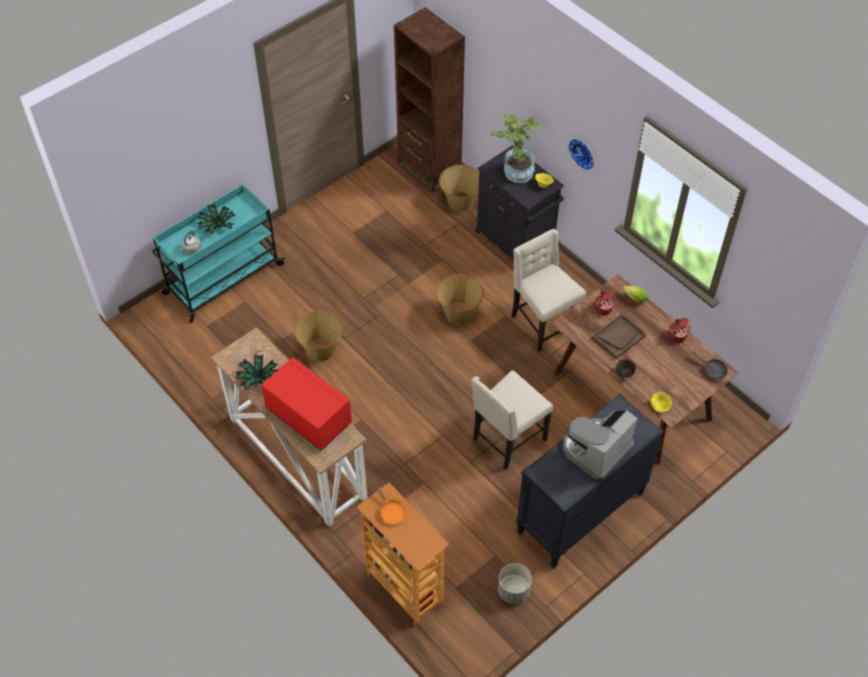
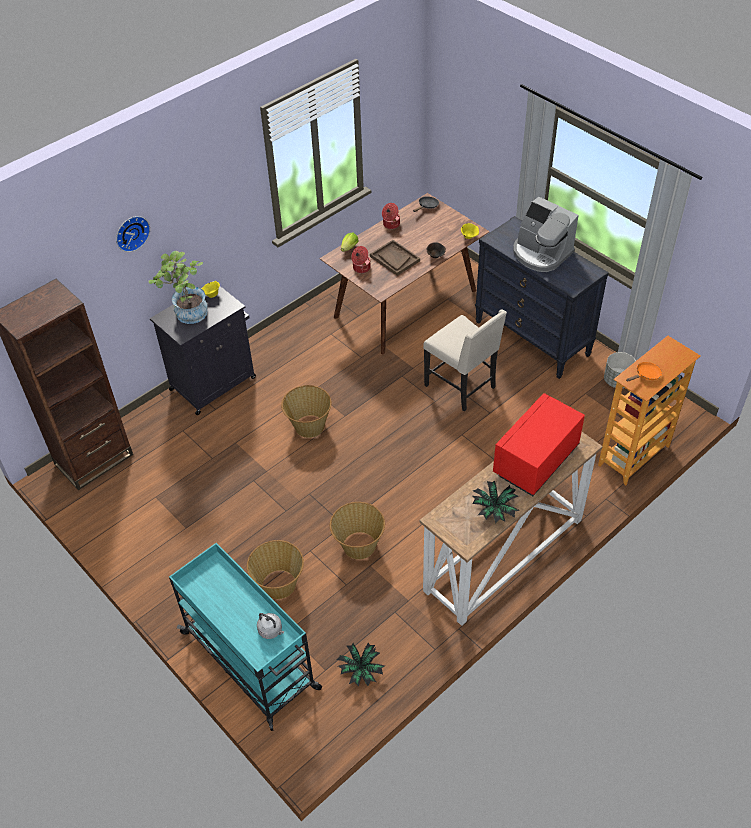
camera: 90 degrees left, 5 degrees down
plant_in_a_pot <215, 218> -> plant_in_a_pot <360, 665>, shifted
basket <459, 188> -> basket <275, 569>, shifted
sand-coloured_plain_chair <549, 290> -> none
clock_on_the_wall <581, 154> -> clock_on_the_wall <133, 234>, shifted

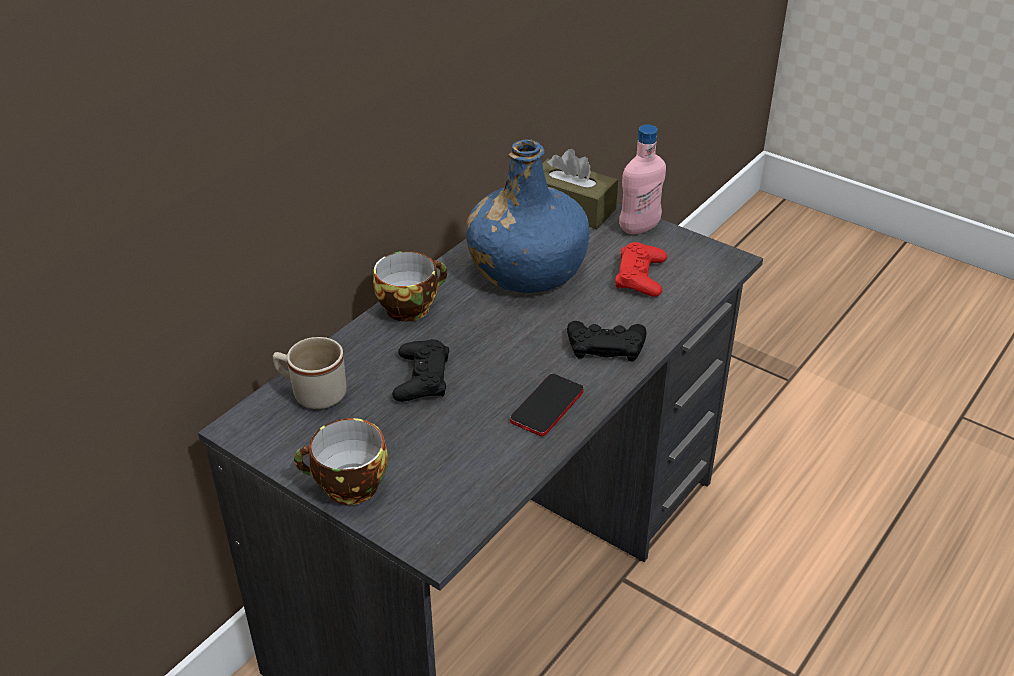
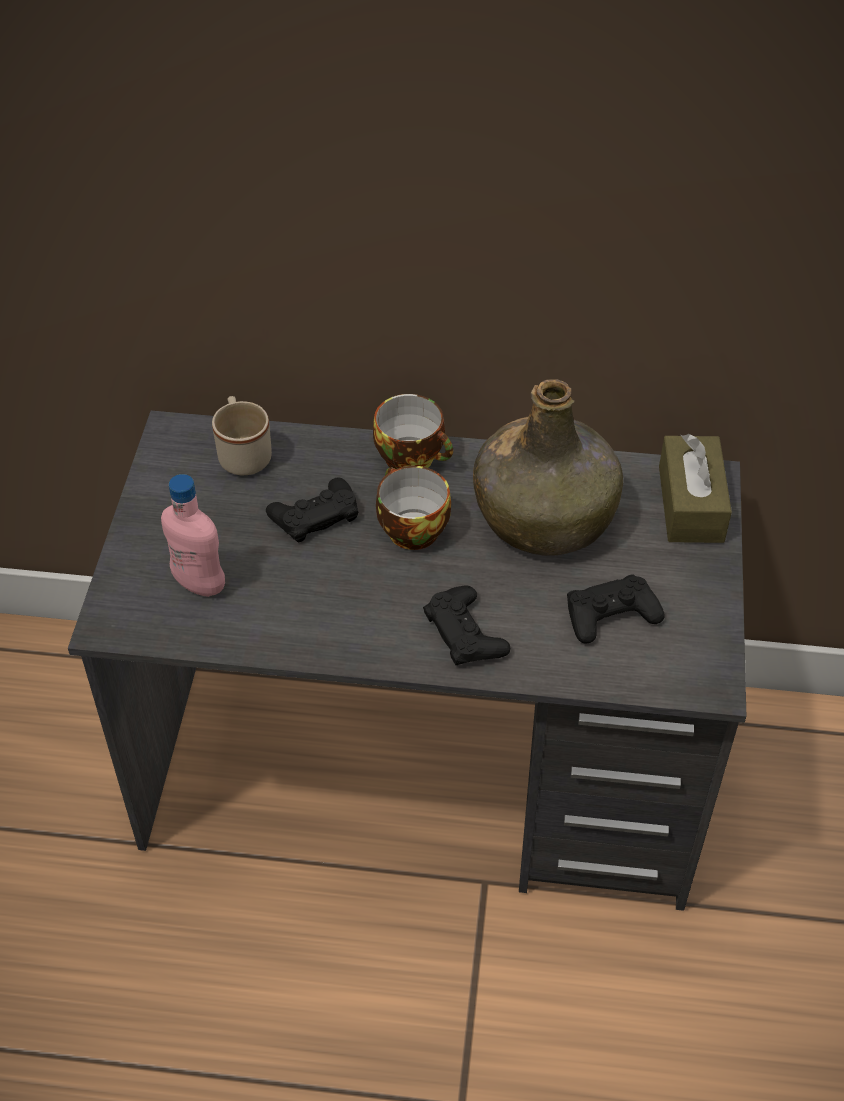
camera: 60 degrees right, 10 degrees up
drinking_cup <341, 461> -> drinking_cup <413, 508>, shifted
blue_drink_bottle <527, 216> -> greenish_drink_bottle <548, 467>
telephone <547, 405> -> none
red_game_controller <641, 269> -> black-coloured_game_controller <616, 609>
pinkish_drink_bottle <642, 179> -> pinkish_drink_bottle <193, 535>, shifted

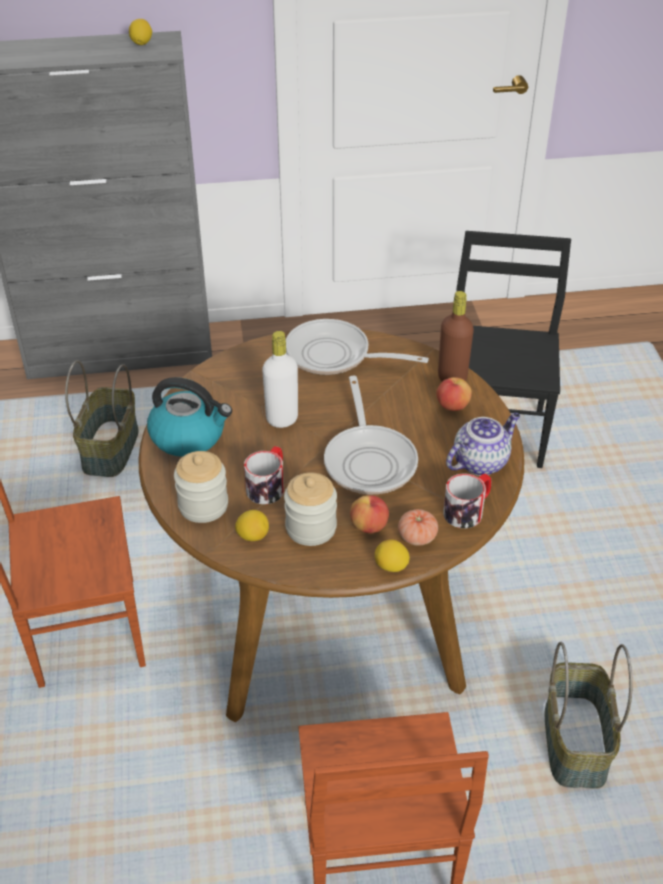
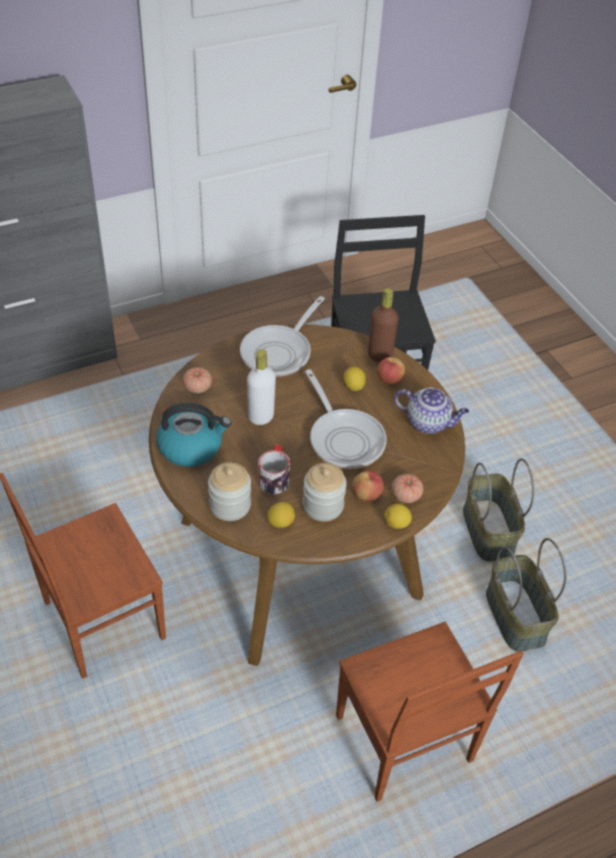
camera: 20 degrees left, 5 degrees up
basket <102, 418> -> basket <498, 510>, shifted
whole_lemon <140, 32> -> whole_lemon <354, 379>, shifted
skillet <357, 347> -> skillet <282, 336>, 60 degrees counterclockwise
coffee_mug <467, 500> -> none
pot_for_tea <483, 444> -> pot_for_tea <431, 410>, 75 degrees clockwise
none -> whole_tomato <197, 380>

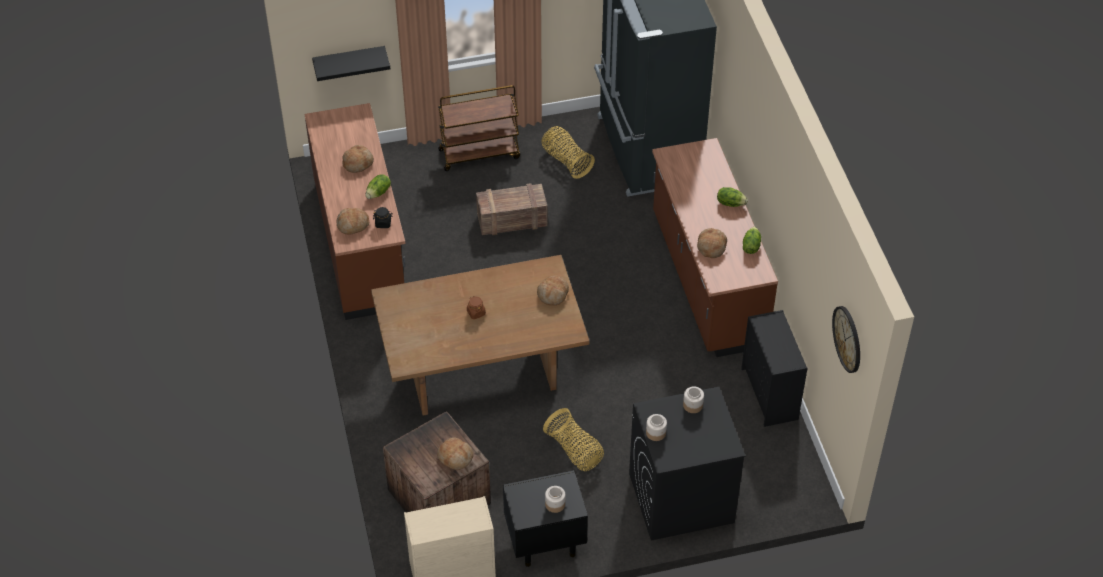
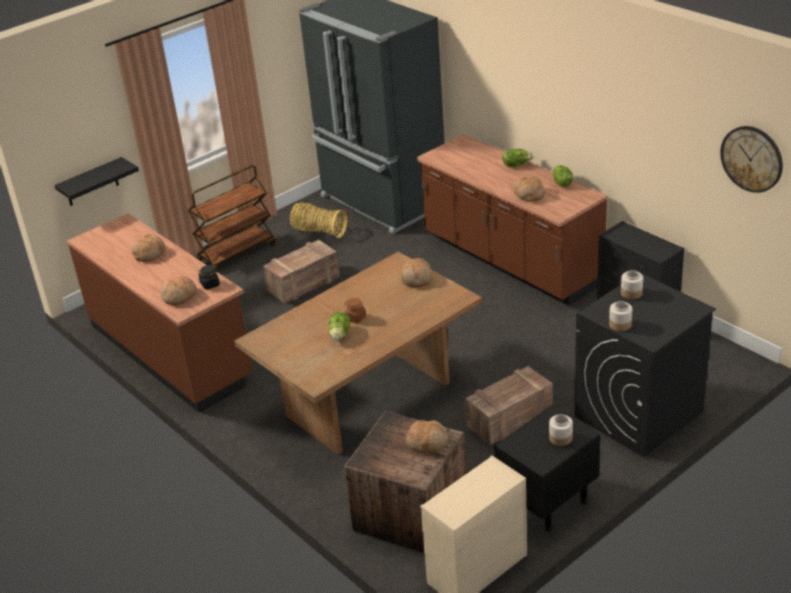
camera: 25 degrees left, 15 degrees down
lettuce <378, 186> -> lettuce <339, 326>, shifted
basket <573, 439> -> crate <509, 406>

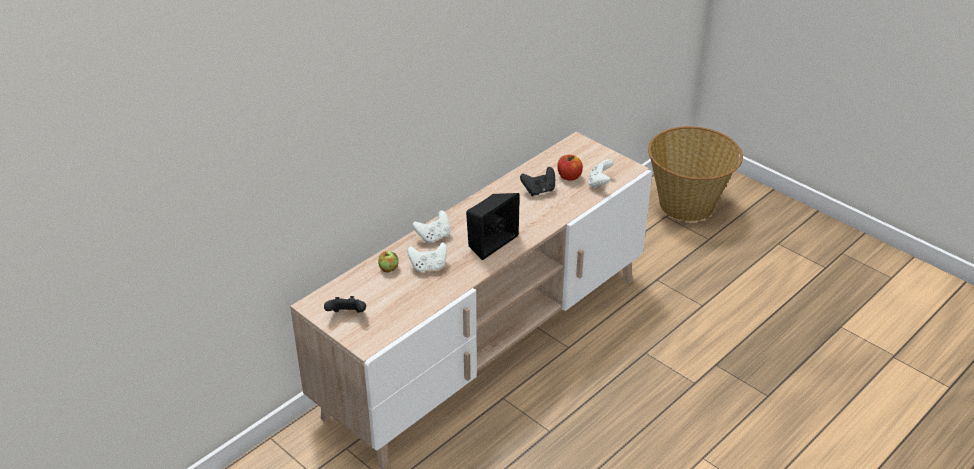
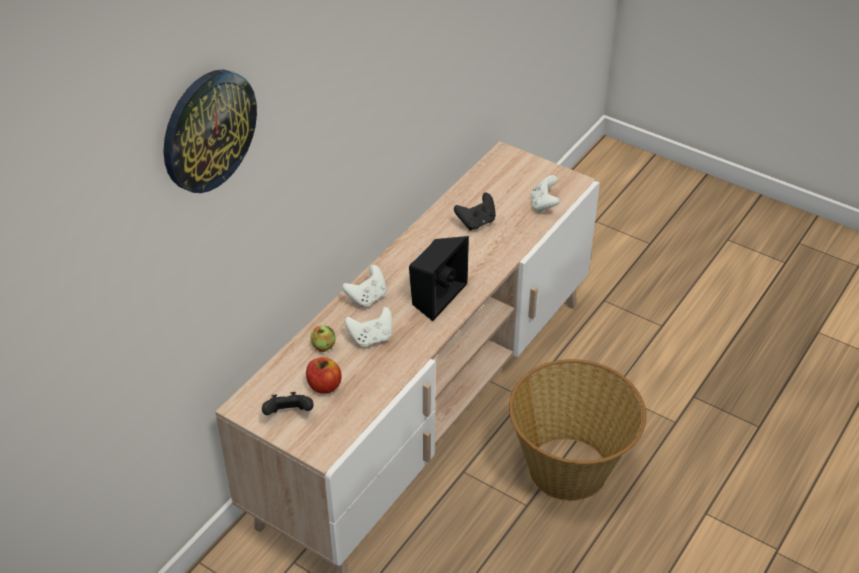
camera: 10 degrees left, 5 degrees up
apple <570, 168> -> apple <323, 375>, shifted
basket <695, 173> -> basket <577, 430>, shifted
none -> clock_on_the_wall <210, 131>

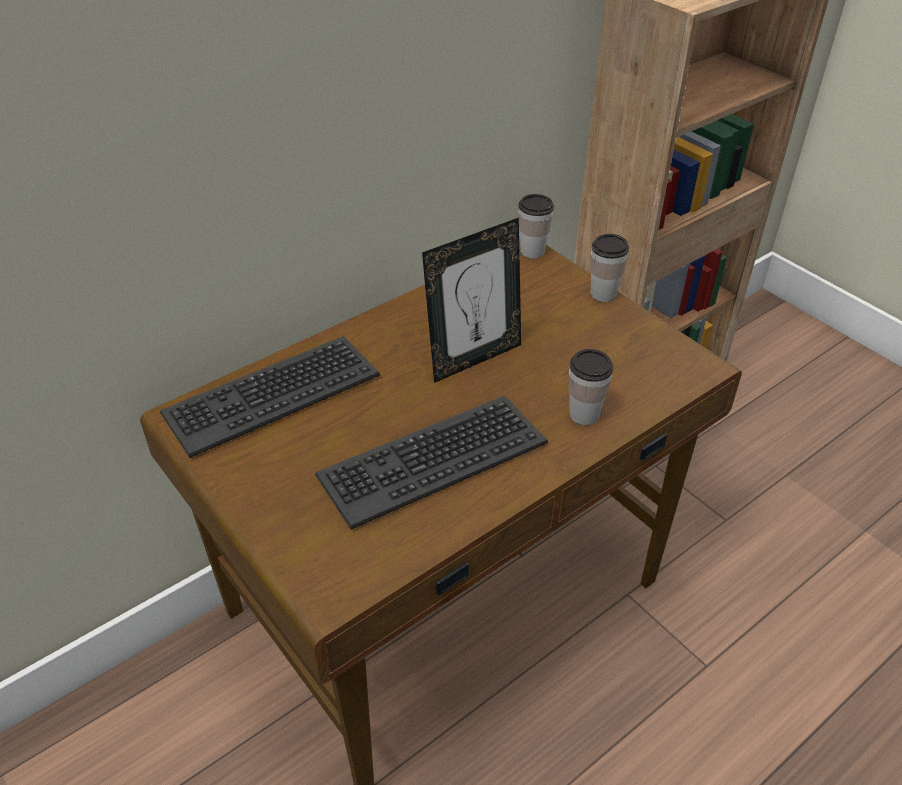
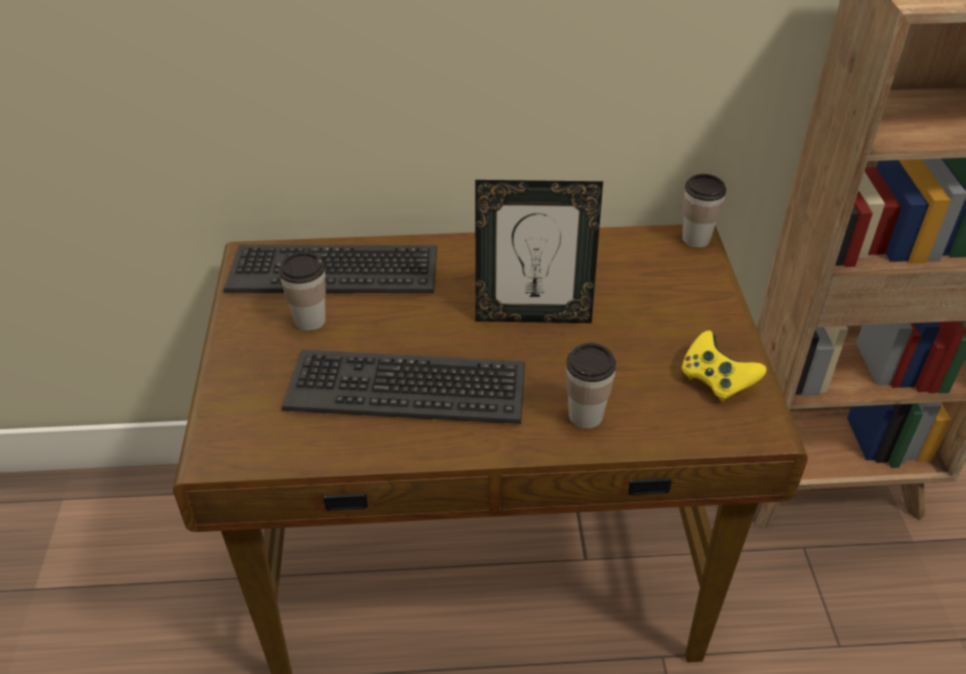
camera: 35 degrees right, 0 degrees up
drinking_cup <609, 268> -> drinking_cup <302, 291>, shifted
none -> yellow-coloured_game_controller <724, 366>

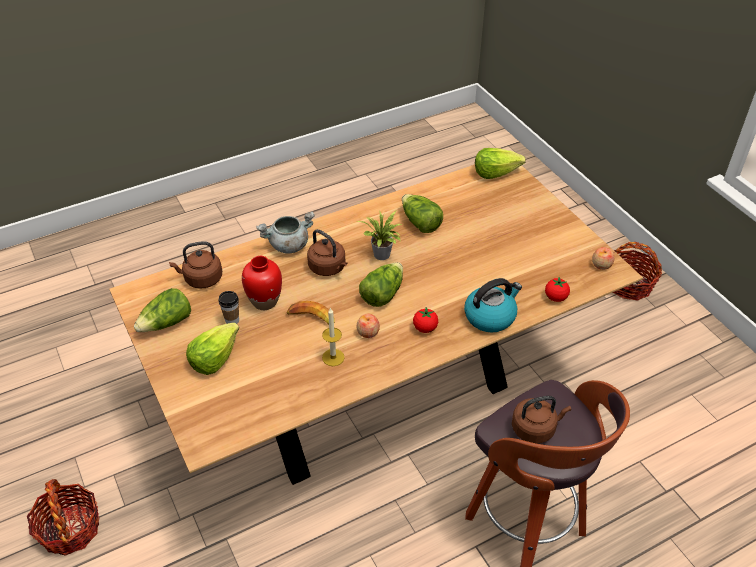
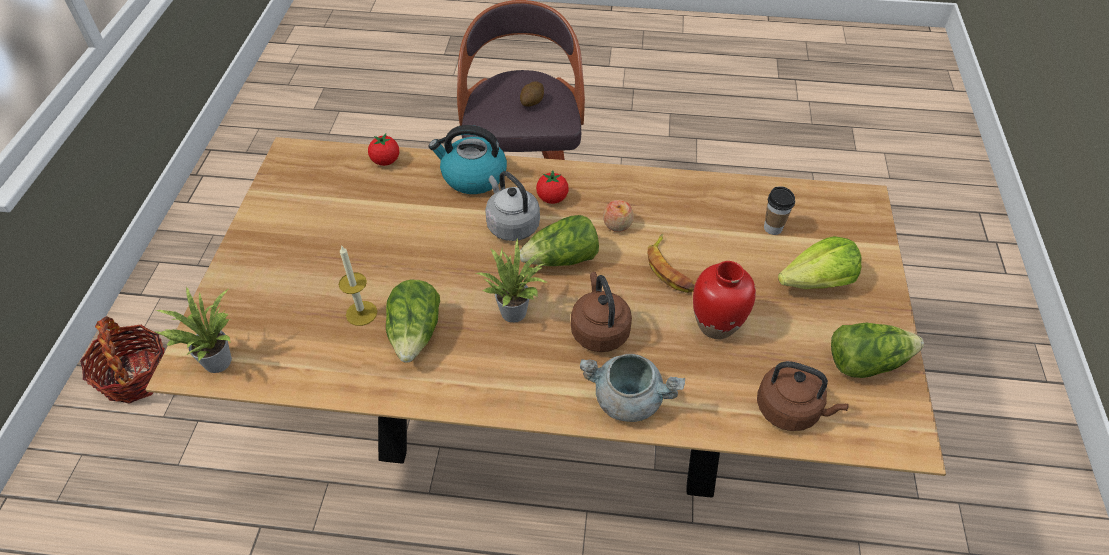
camera: 145 degrees left, 5 degrees up
basket <63, 517> -> none
drinking_cup <228, 307> -> drinking_cup <779, 210>, shifted
candle <333, 336> -> candle <358, 285>, shifted
lettuce <500, 163> -> plant_in_a_pot <193, 330>
brownish_kettle <541, 420> -> spud <532, 94>
apple <603, 258> -> none
none -> grey_kettle <512, 206>

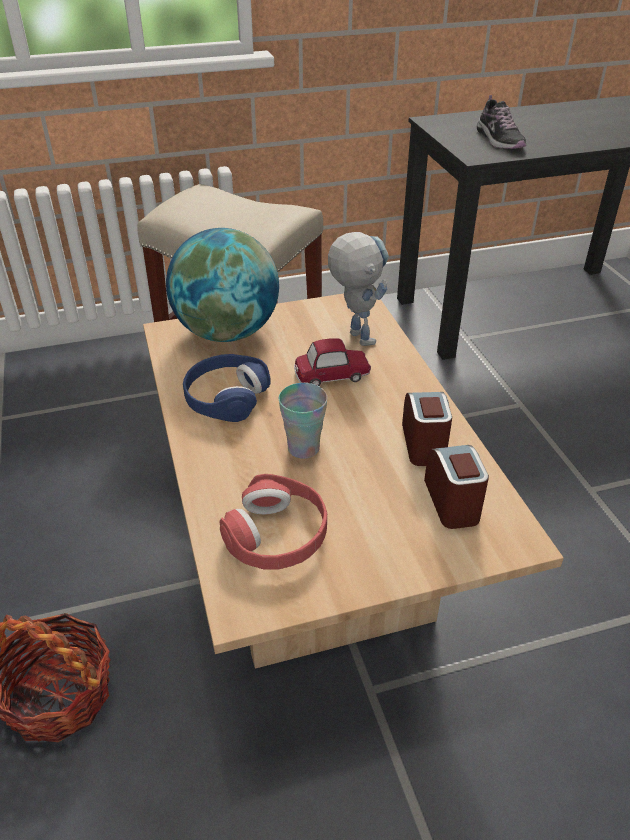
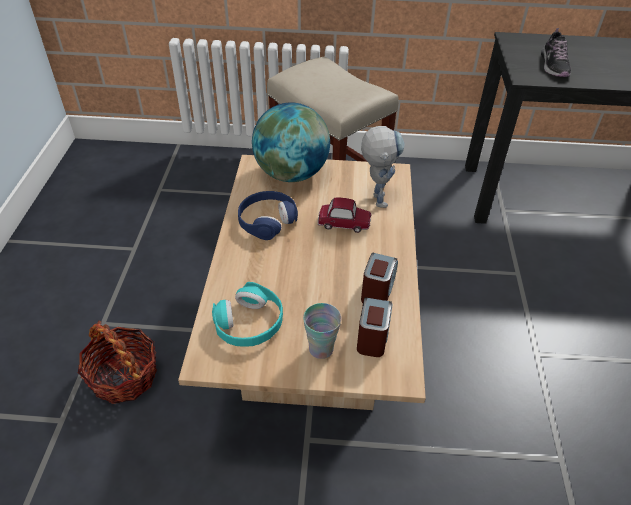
camera: 20 degrees right, 5 degrees up
red_headphones <273, 522> -> turquoise-coloured_headphones <247, 314>
drinking_cup <303, 421> -> drinking_cup <322, 331>, shifted

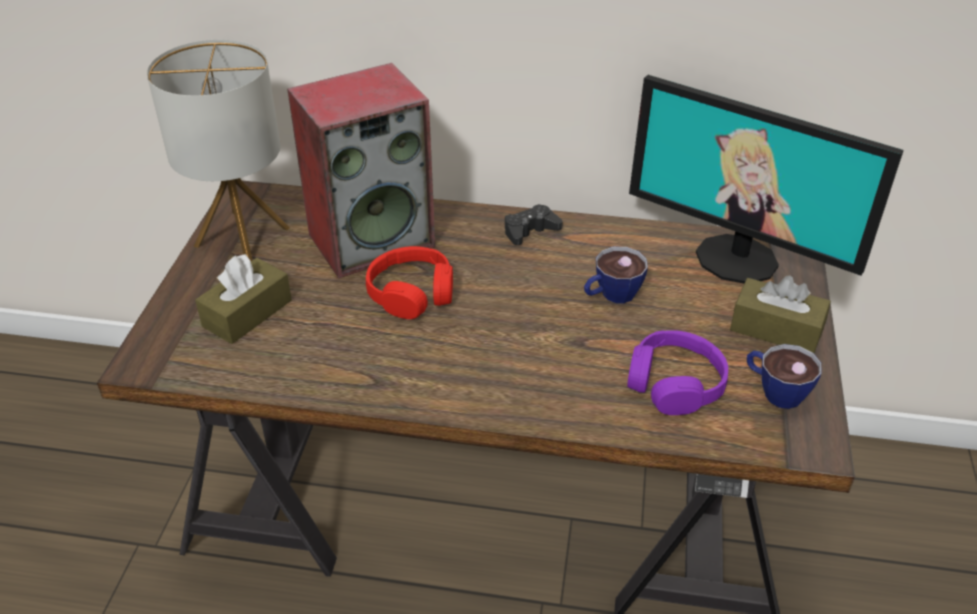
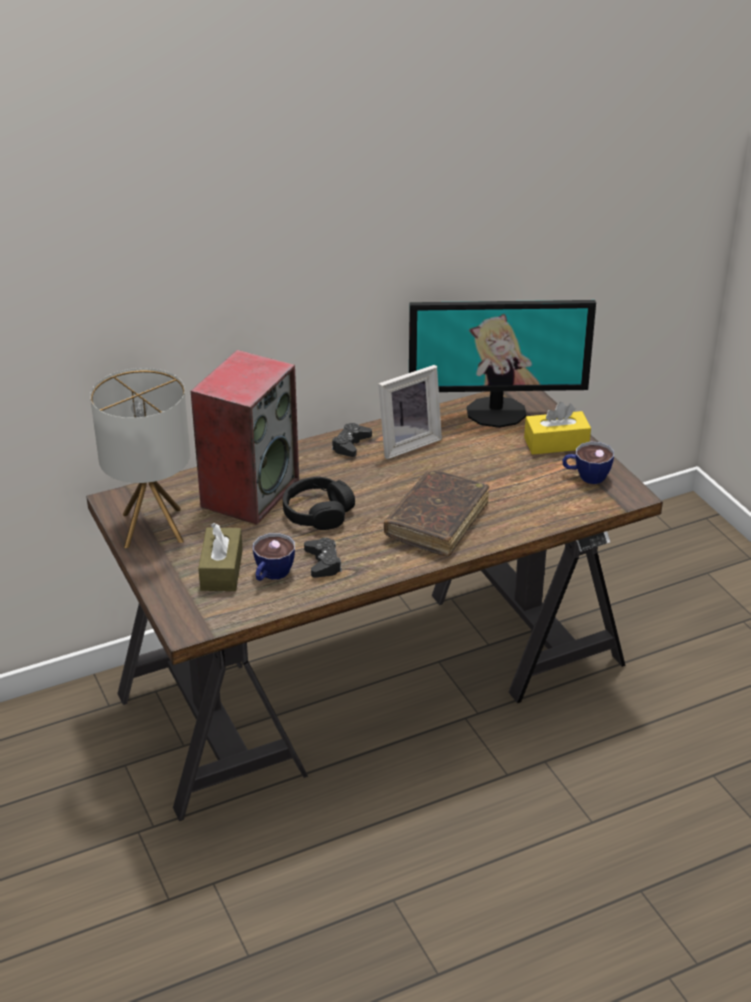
camera: 35 degrees left, 5 degrees down
red_headphones <409, 282> -> black-coloured_headphones <319, 503>
drinking_cup <616, 275> -> drinking_cup <274, 557>, shifted
purple-coloured_headphones <677, 372> -> none
brownish_tissue_box <780, 314> -> yellow-coloured_tissue_box <557, 428>
none -> black-coloured_game_controller <323, 558>
none -> photo_frame <410, 412>
none -> brownish_book <437, 513>

